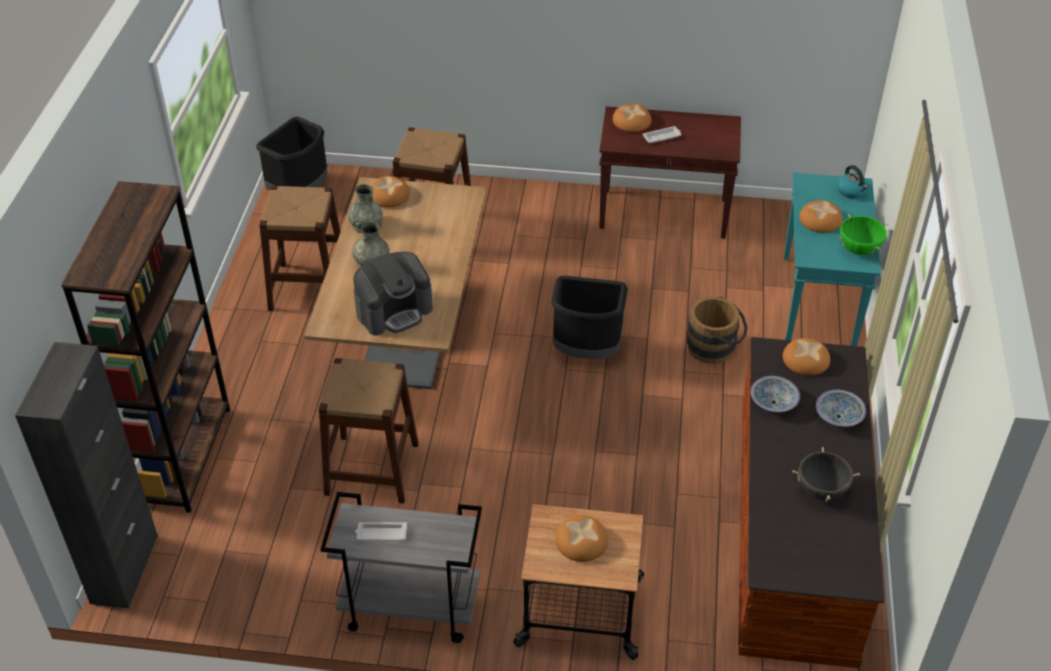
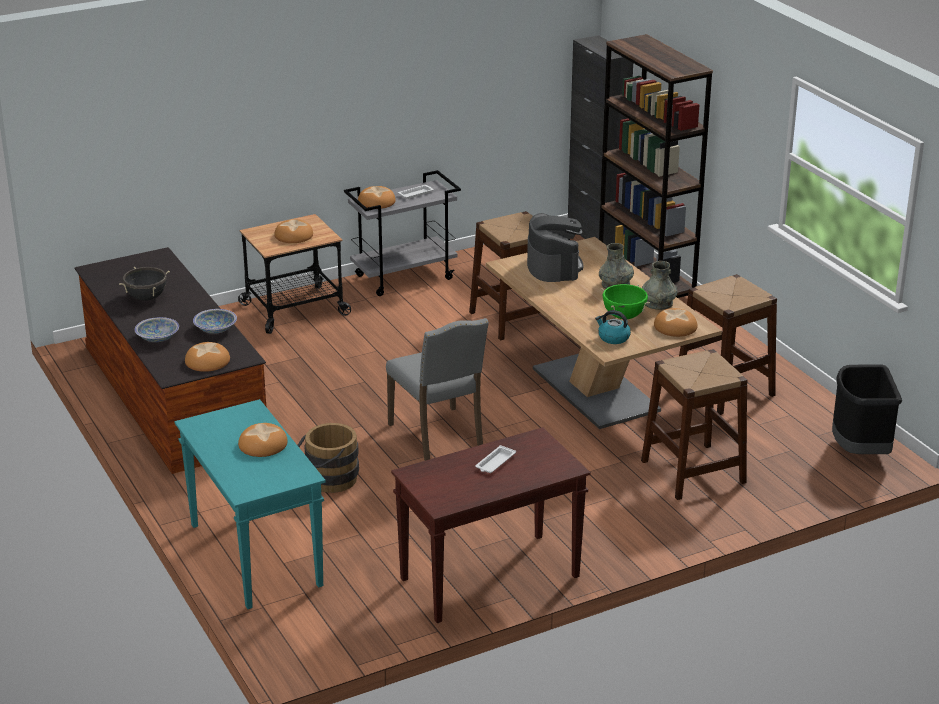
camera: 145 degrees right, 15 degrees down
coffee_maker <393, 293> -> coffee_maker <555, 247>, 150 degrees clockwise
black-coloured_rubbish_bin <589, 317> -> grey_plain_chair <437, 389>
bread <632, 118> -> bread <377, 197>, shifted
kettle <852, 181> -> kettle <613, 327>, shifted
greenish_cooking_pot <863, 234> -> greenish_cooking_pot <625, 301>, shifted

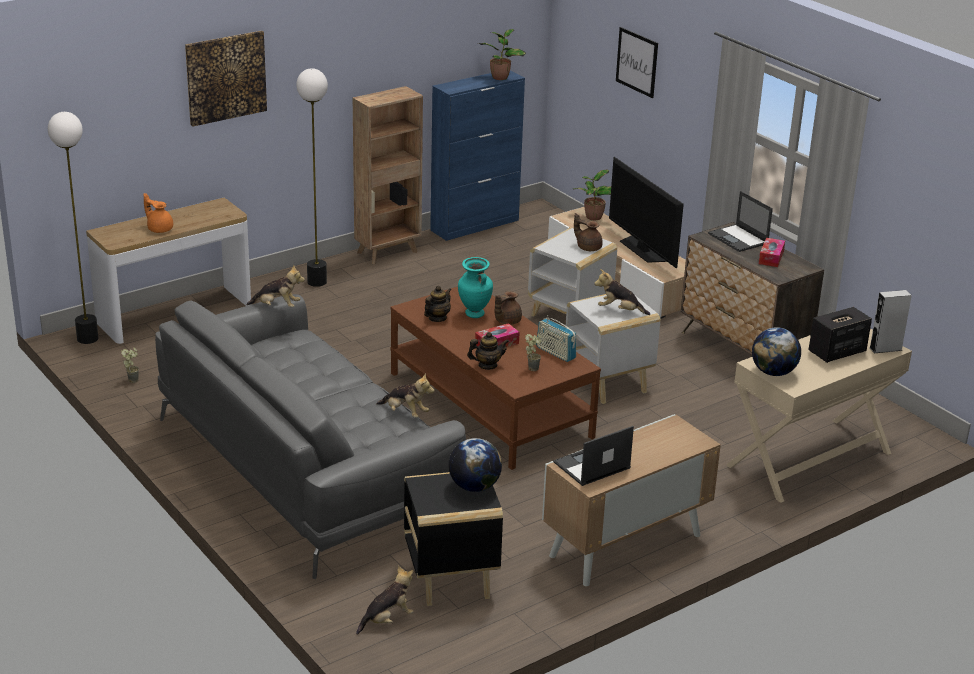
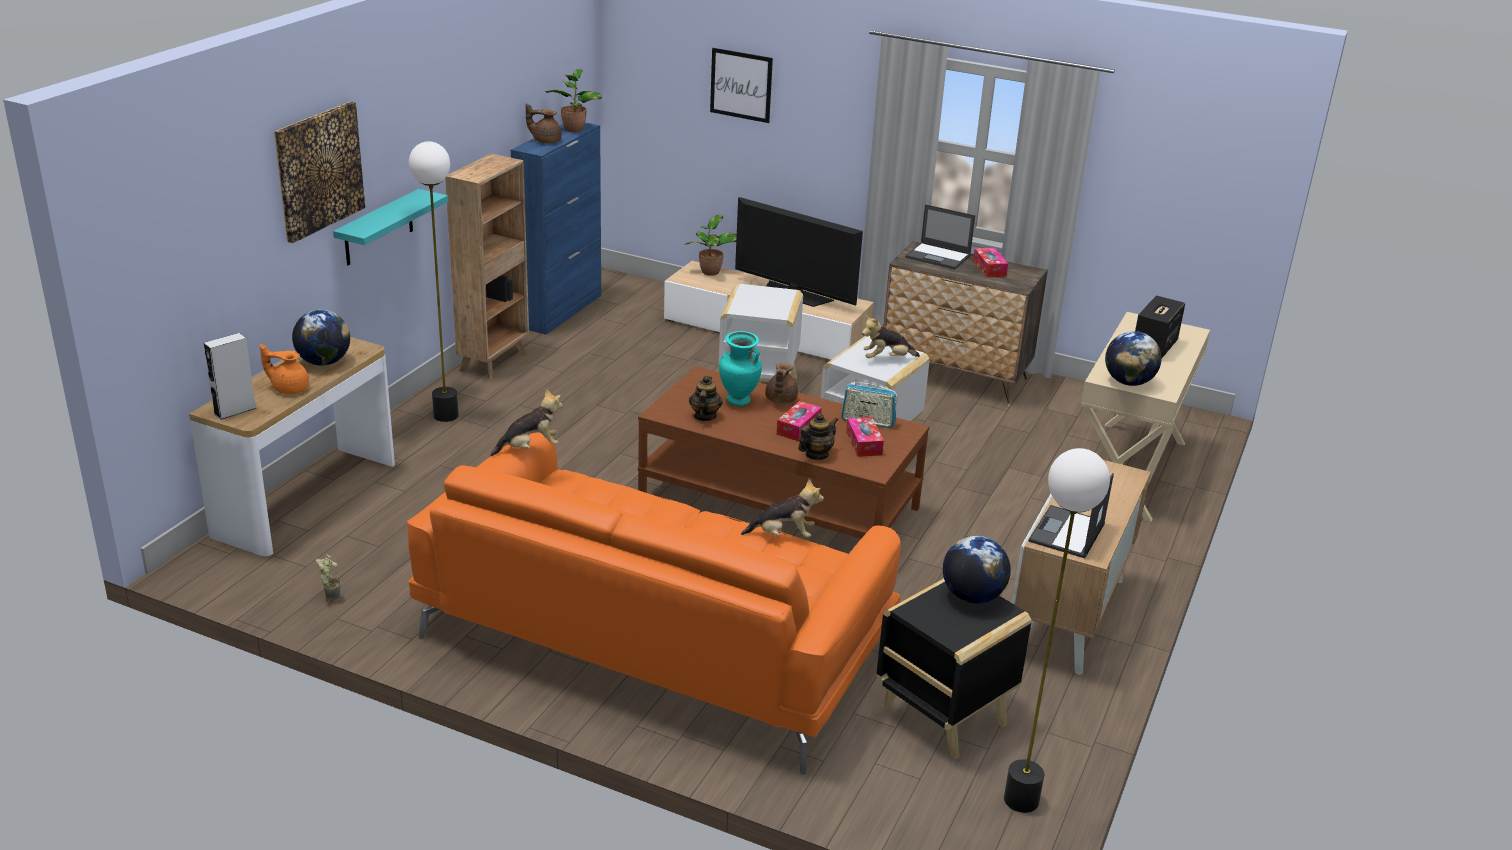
camera: 30 degrees left, 0 degrees up
standing_lamp <73, 228> -> standing_lamp <1057, 630>, shifted
grey_sofa <310, 436> -> orange_sofa <654, 603>
soft_toy <384, 600> -> none
plant_in_a_pot <533, 352> -> tissue_box <865, 437>
brownish_pot_for_tea <588, 232> -> brownish_pot_for_tea <544, 123>, shifted
grey_speaker <890, 321> -> grey_speaker <230, 376>, shifted
none -> world_globe <321, 338>
none -> turquoise-coloured_bracket_shelf <390, 227>

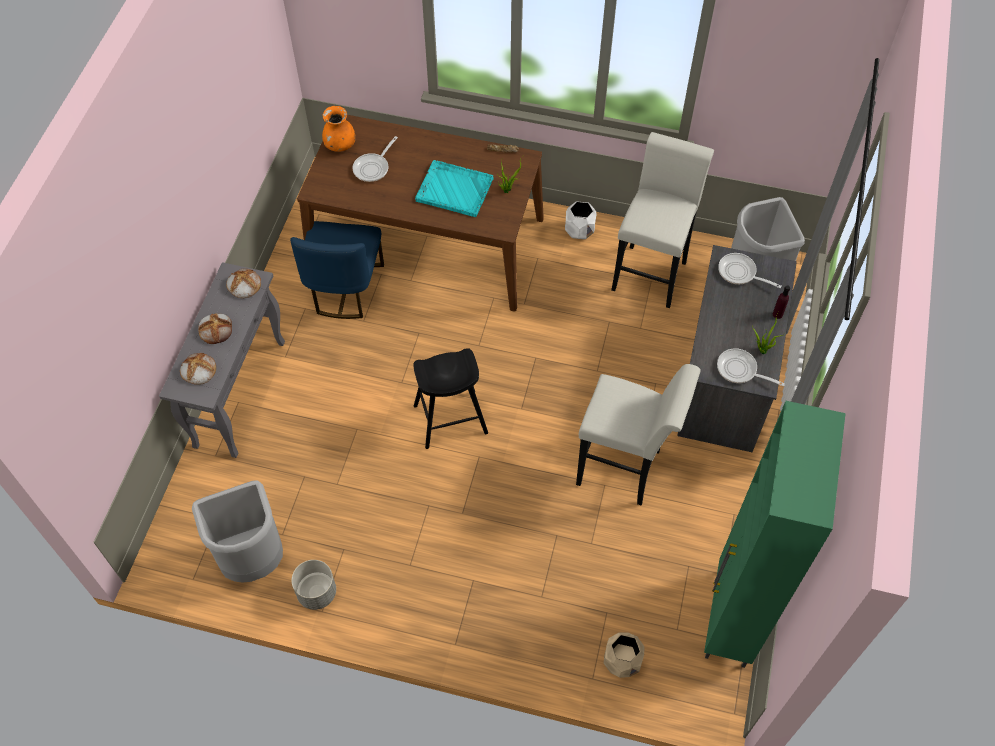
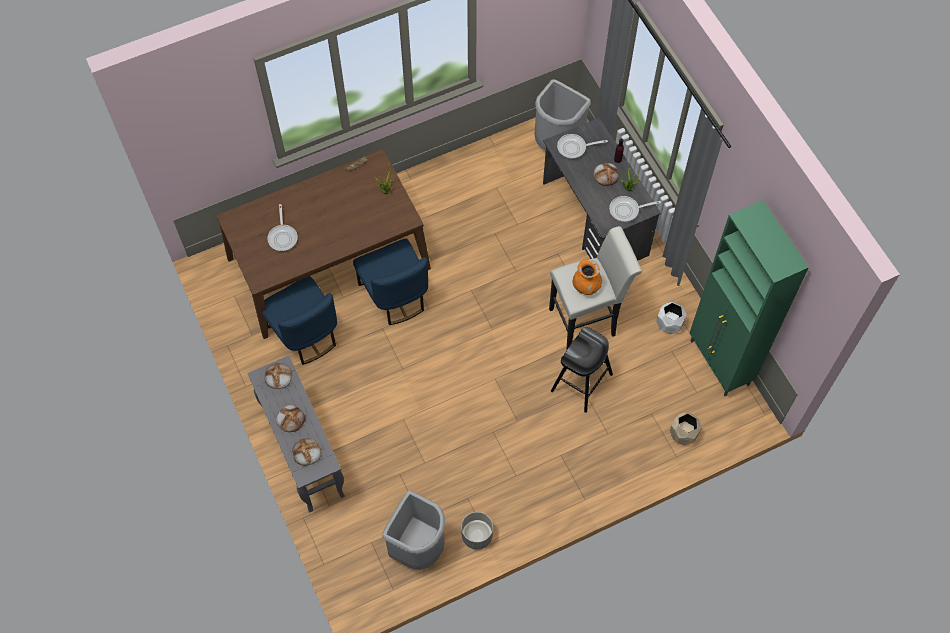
camera: 40 degrees left, 5 degrees up
orange_decorative_vase <339, 129> -> orange_decorative_vase <587, 277>, shifted
black-coloured_stool <450, 398> -> black-coloured_stool <582, 370>, shifted
turquoise-coloured_carrying_tray <454, 188> -> none
whitish_planter <581, 220> -> whitish_planter <671, 318>, shifted
whitish_stool <662, 220> -> none
none -> blue_plain_chair <390, 281>
none -> bread <606, 174>

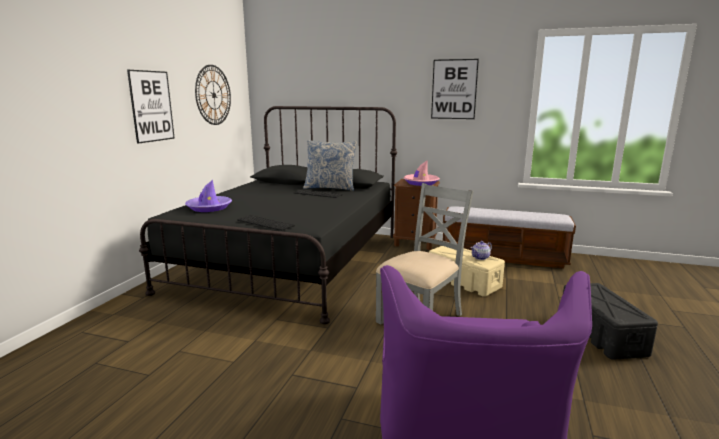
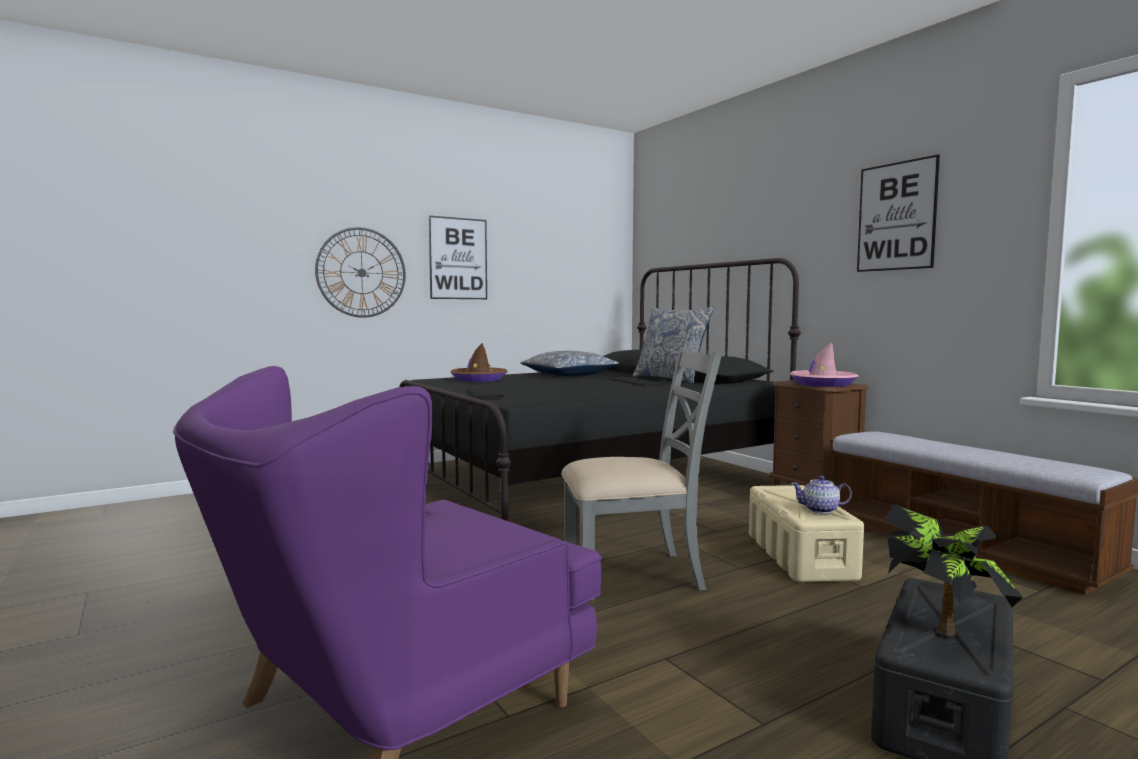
camera: 40 degrees right, 10 degrees down
purple-coloured_hat <208, 196> -> brownish_hat <479, 362>
clock_on_the_wall <213, 95> -> clock_on_the_wall <360, 272>, shifted
none -> pillow <570, 363>
none -> plant_in_a_pot <953, 570>

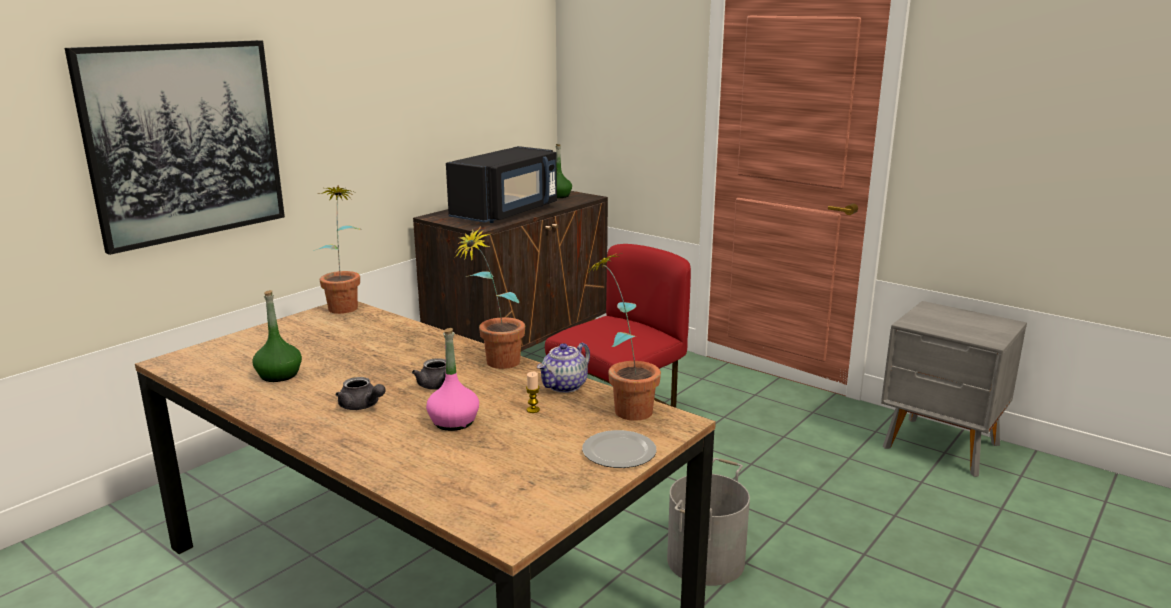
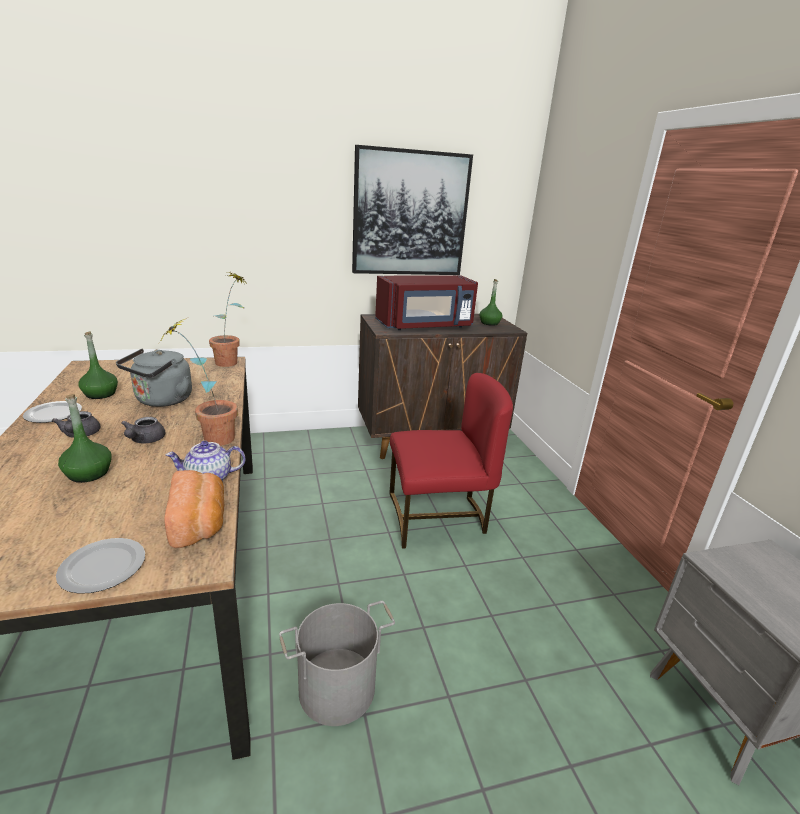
camera: 35 degrees right, 5 degrees up
wall_picture <175, 147> -> wall_picture <412, 210>, shifted
pinkish_drink_bottle <452, 379> -> greenish_drink_bottle <85, 438>
black-coloured_microwave_oven <501, 184> -> red_microwave_oven <426, 302>
candle <533, 392> -> none
plant_in_a_pot <623, 336> -> bread <194, 509>
none -> flat_dish <52, 412>
none -> grey_kettle <154, 377>

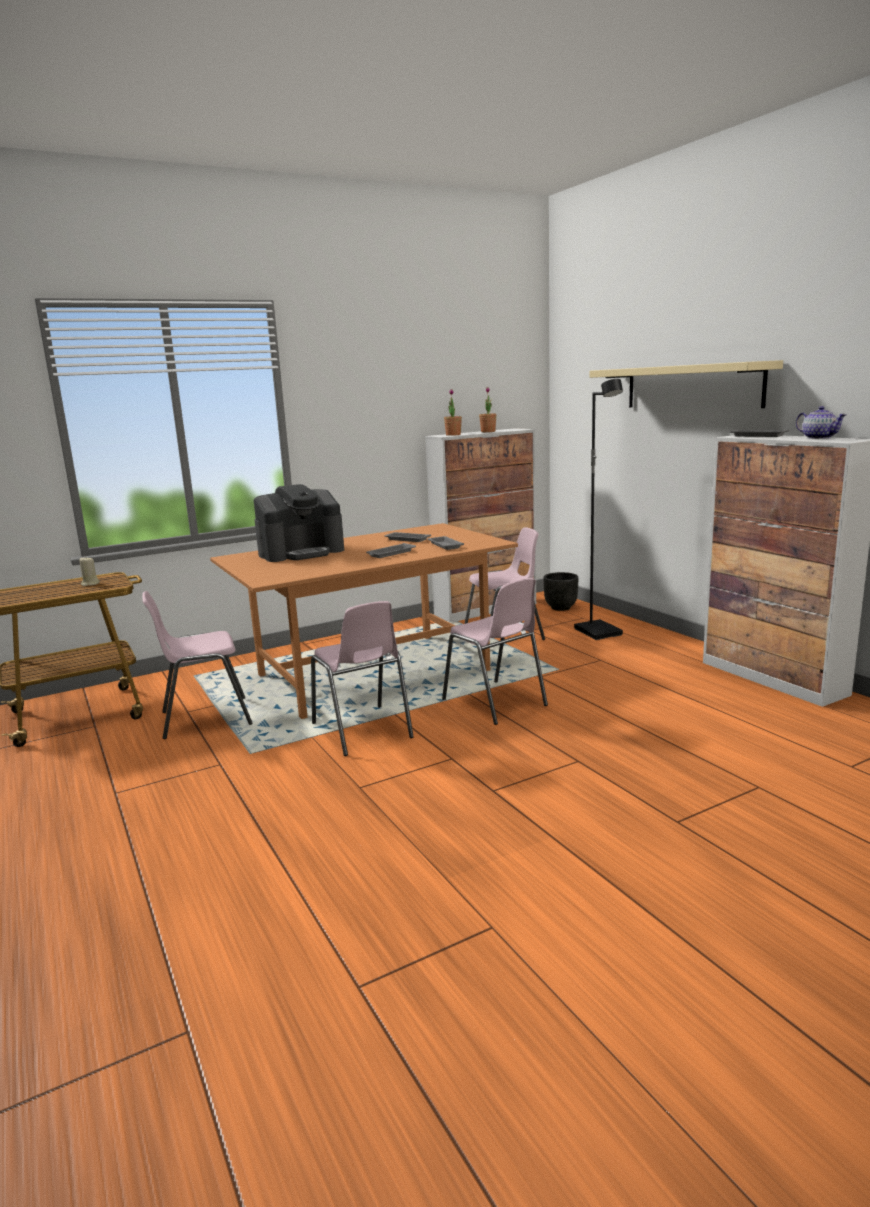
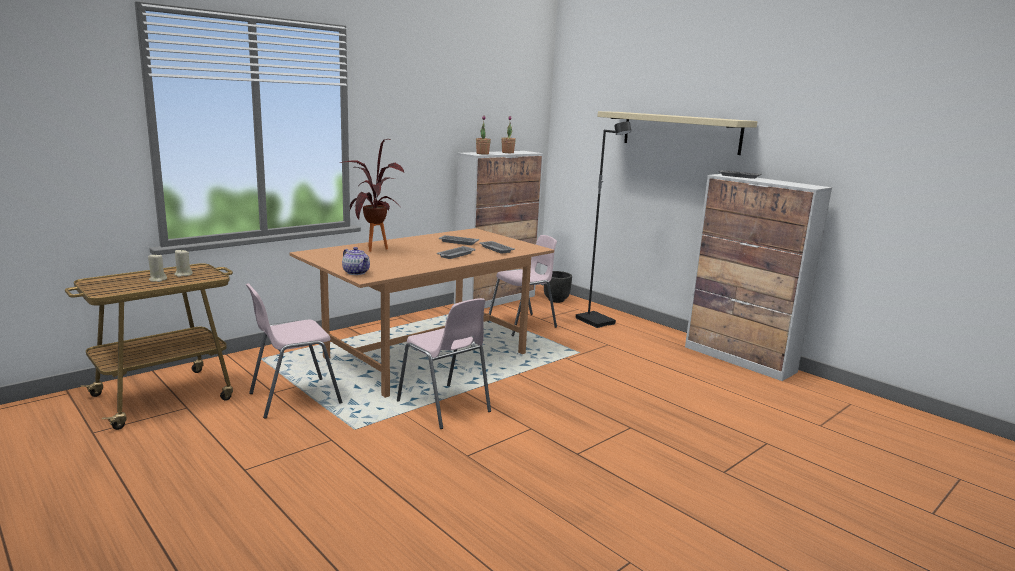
camera: 15 degrees left, 0 degrees up
coffee_maker <299, 523> -> plant_in_a_pot <372, 195>
pinkish_plain_chair <495, 651> -> none
pot_for_tea <821, 422> -> pot_for_tea <356, 261>, shifted
none -> sand-coloured_candle <157, 267>

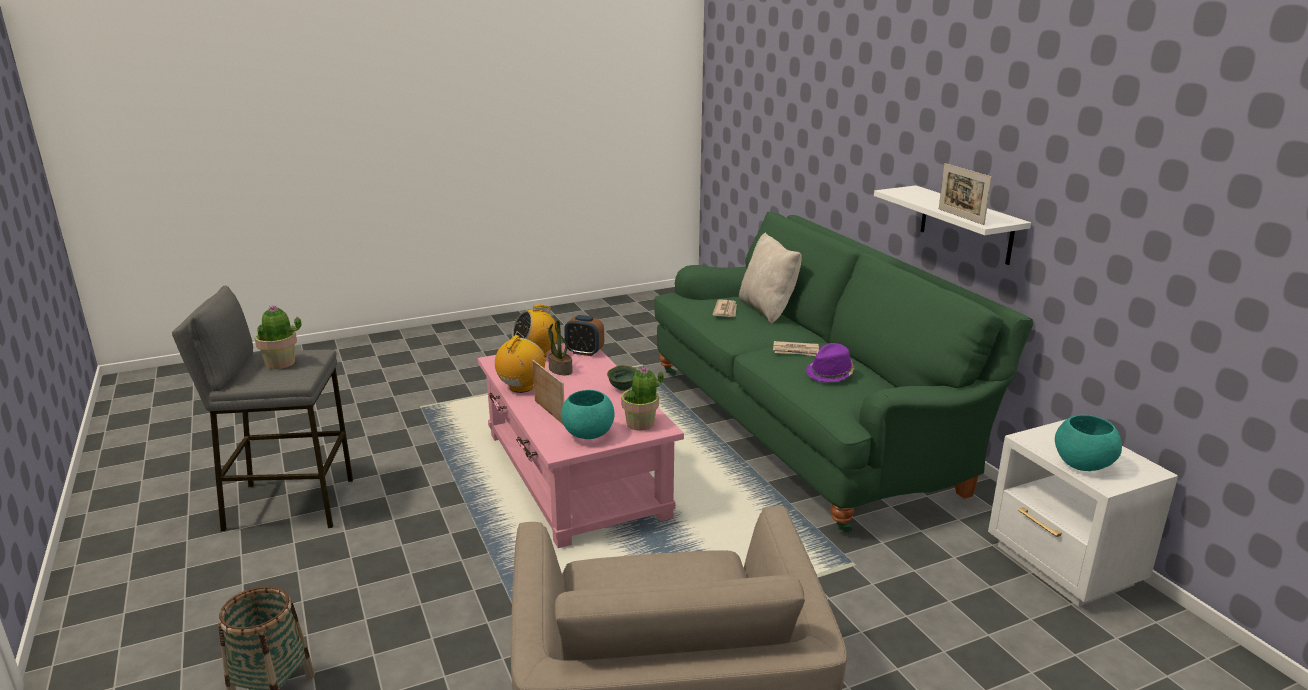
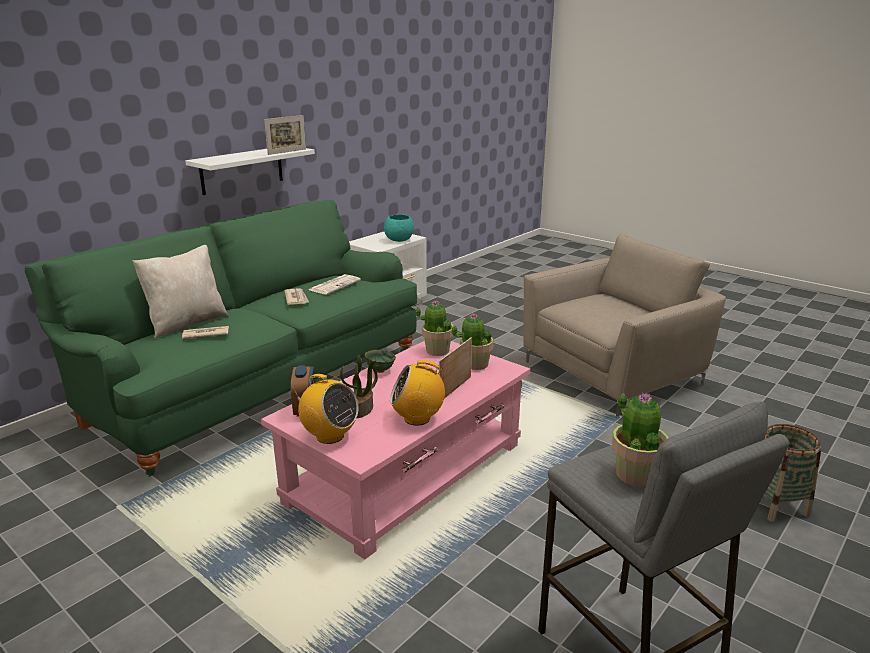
camera: 115 degrees left, 0 degrees up
turquoise-coloured_bowl <588, 414> -> plant_in_a_pot <473, 342>
purple-coloured_hat <830, 363> -> newspaper <335, 284>

